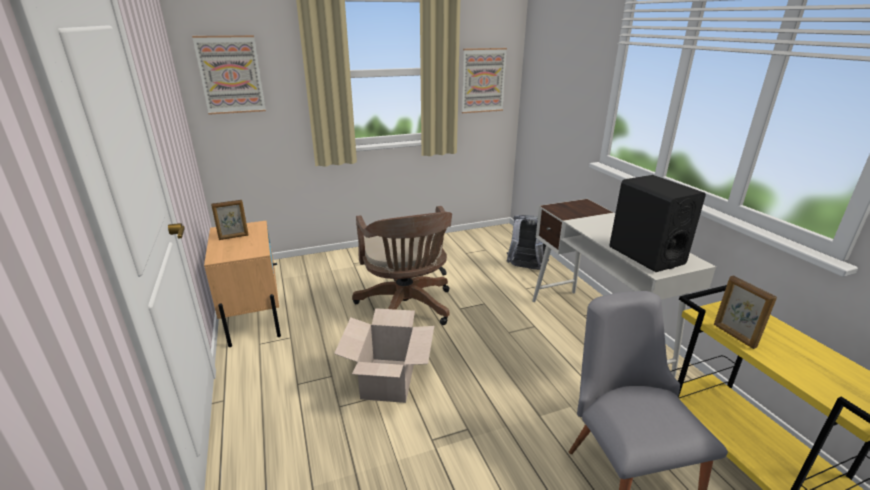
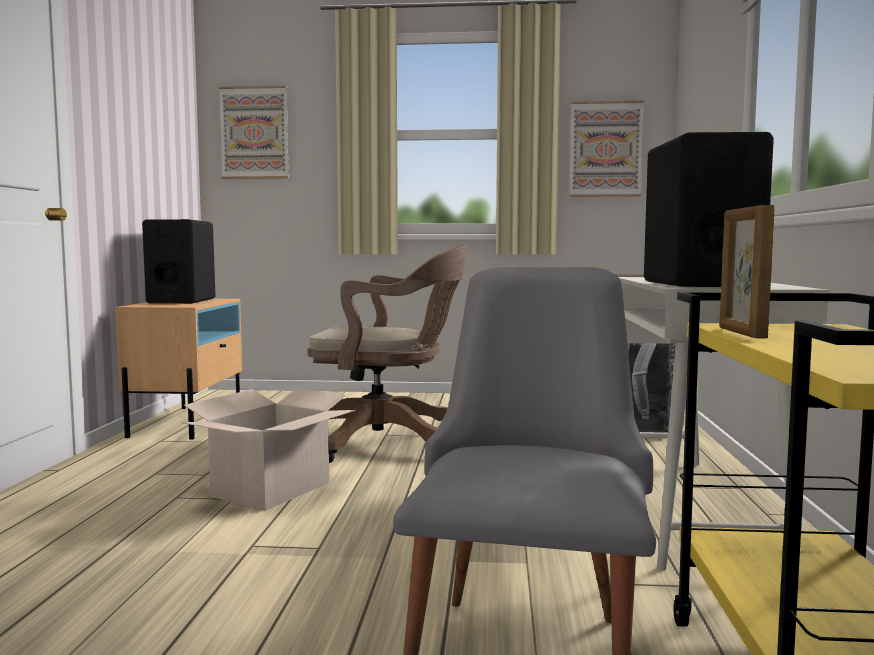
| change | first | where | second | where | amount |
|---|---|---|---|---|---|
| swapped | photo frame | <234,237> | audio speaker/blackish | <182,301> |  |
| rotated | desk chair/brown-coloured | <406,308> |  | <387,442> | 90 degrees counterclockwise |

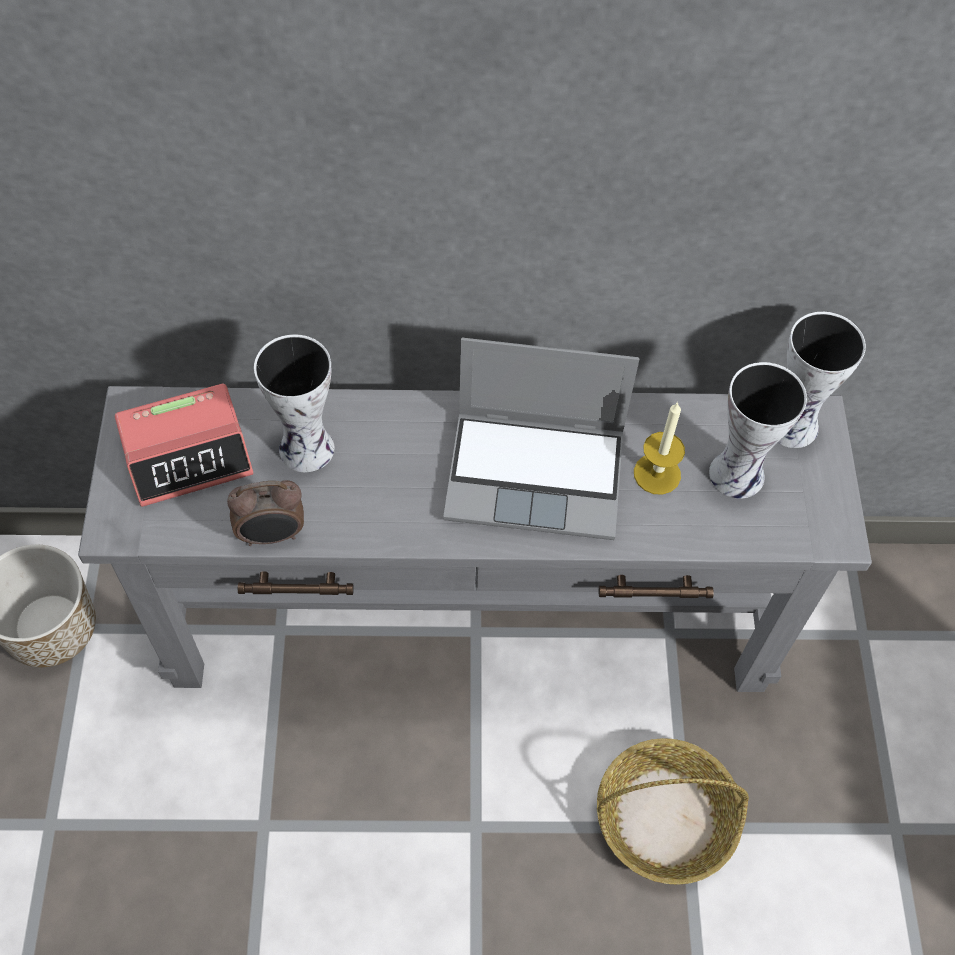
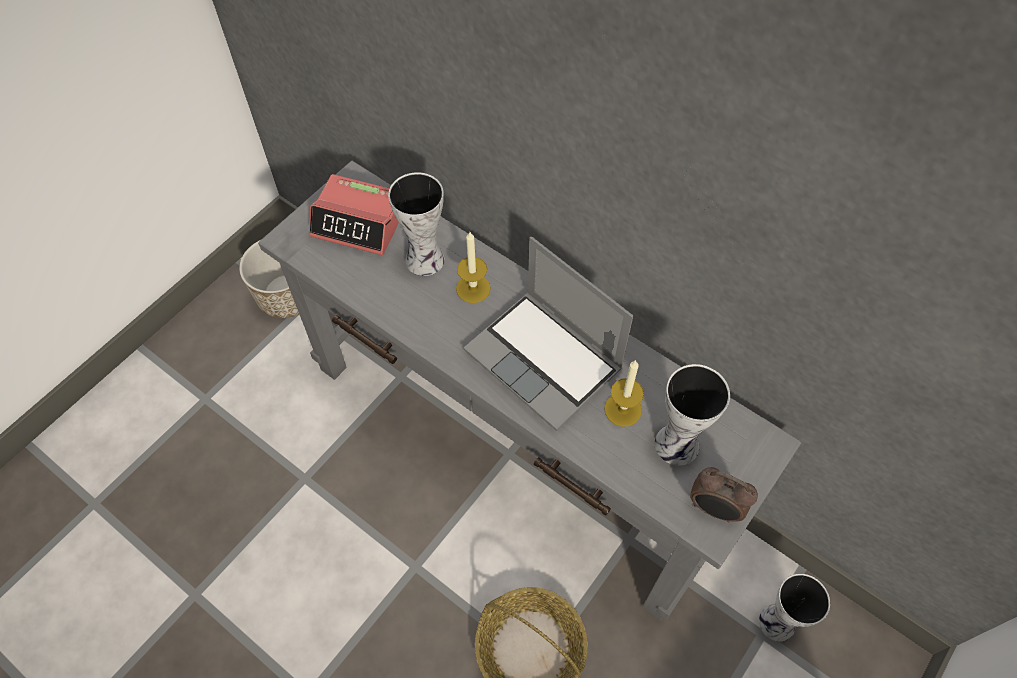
| change | first | where | second | where | amount |
|---|---|---|---|---|---|
| shifted | flower vase | <794,426> |  | <778,624> |  |
| shifted | bedside clock | <272,535> |  | <714,509> |  |
| new |  |  | wax light | <473,288> |  |

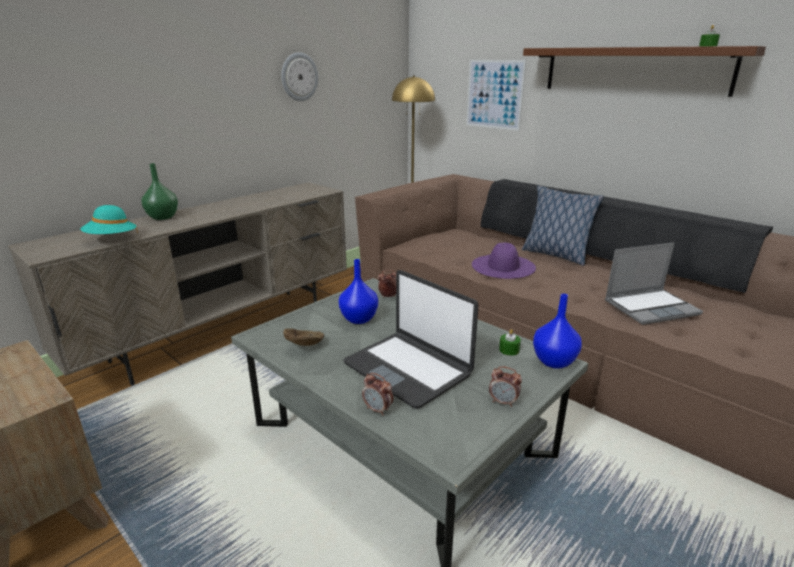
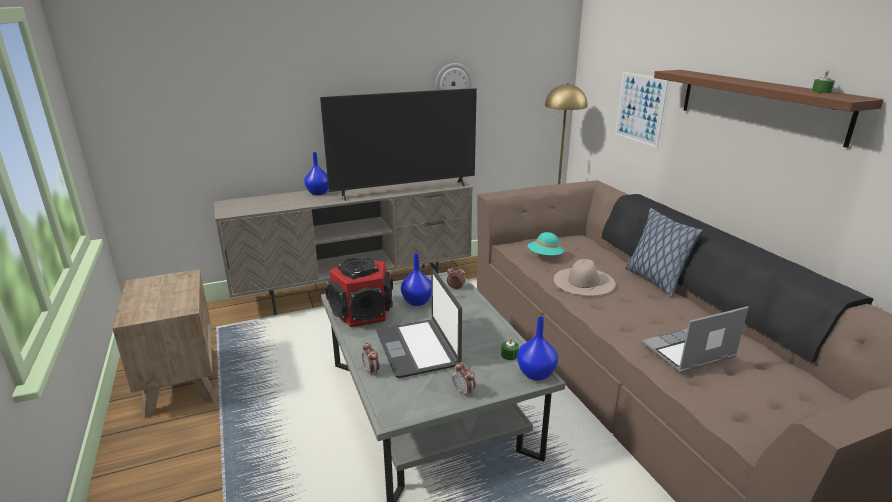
| change | first | where | second | where | amount |
|---|---|---|---|---|---|
| repainted | flower vase/green-coloured | <162,217> | flower vase/blue | <318,193> |  |
| shifted | hat/blue-green | <111,239> |  | <544,256> |  |
| rotated | notebook computer | <651,307> |  | <688,352> | 150 degrees clockwise |
| repainted | hat/purplish | <503,266> | hat/beige-coloured | <584,281> |  |
| swapped | serving bowl/brown-coloured | <306,345> | audio speaker | <363,313> |  |
| new |  |  | TV set | <404,190> |  |

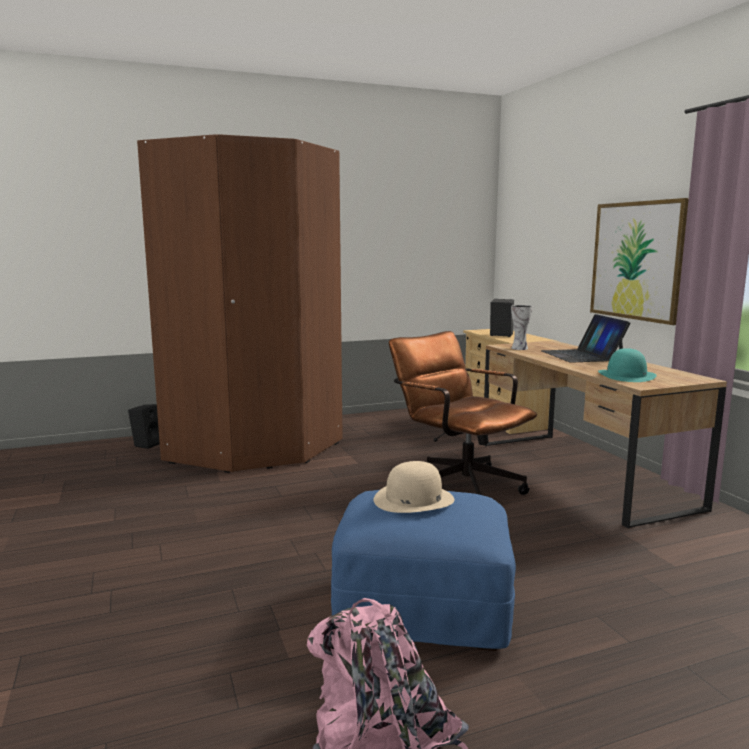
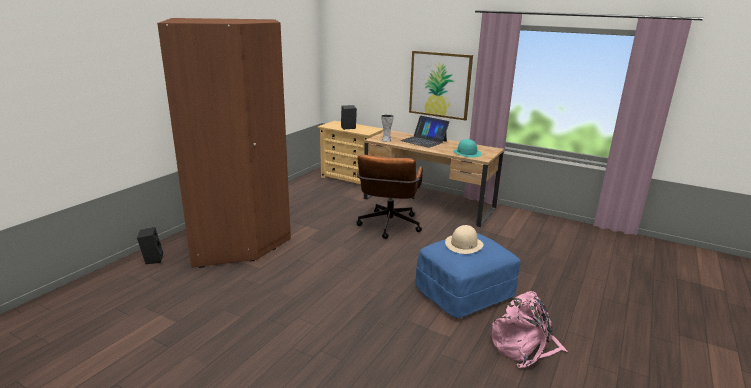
| change | first | where | second | where | amount |
|---|---|---|---|---|---|
| rotated | desk chair/brown-coloured | <458,485> |  | <388,227> | 90 degrees counterclockwise |

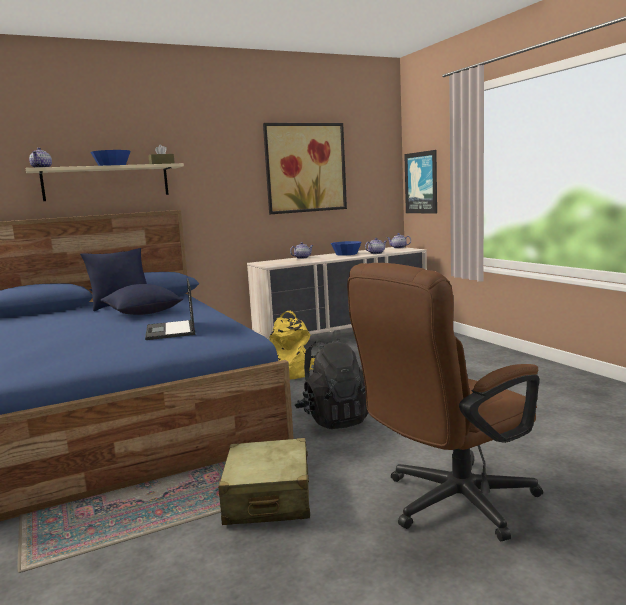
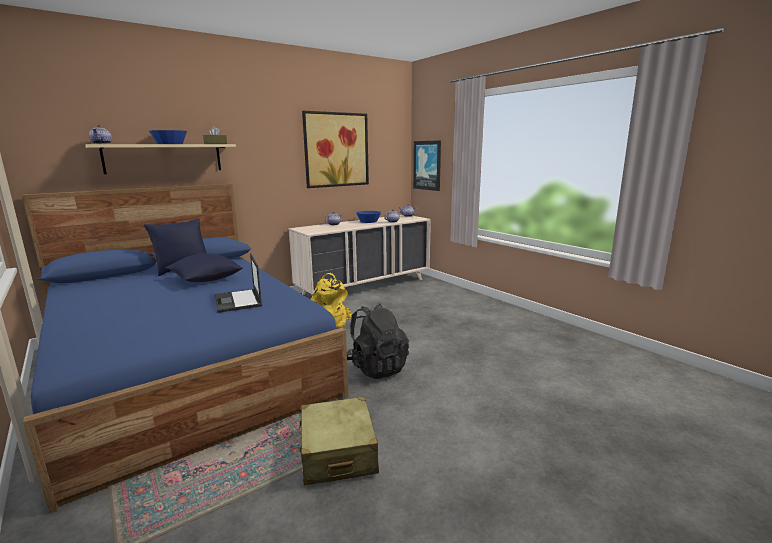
| change | first | where | second | where | amount |
|---|---|---|---|---|---|
| gone | desk chair/brown-coloured | <448,504> |  |  |  |

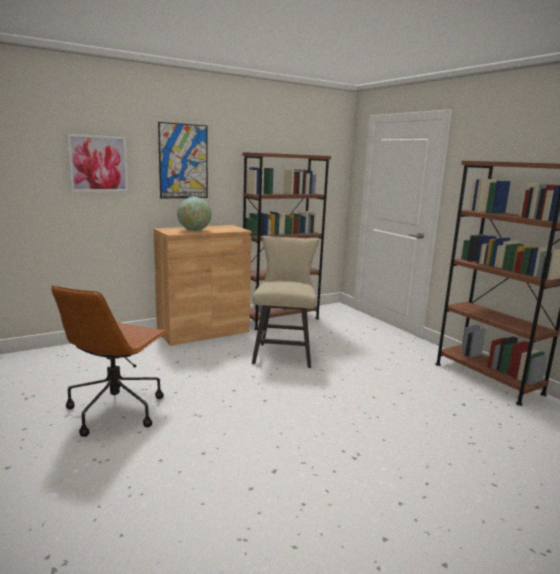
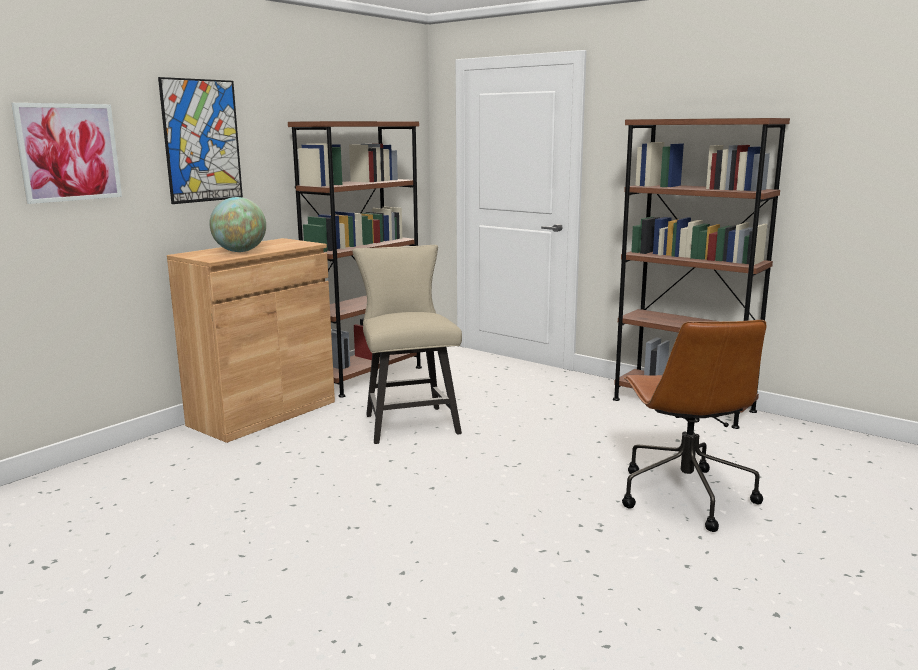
| change | first | where | second | where | amount |
|---|---|---|---|---|---|
| shifted | desk chair/brown-coloured | <116,409> |  | <684,495> |  |

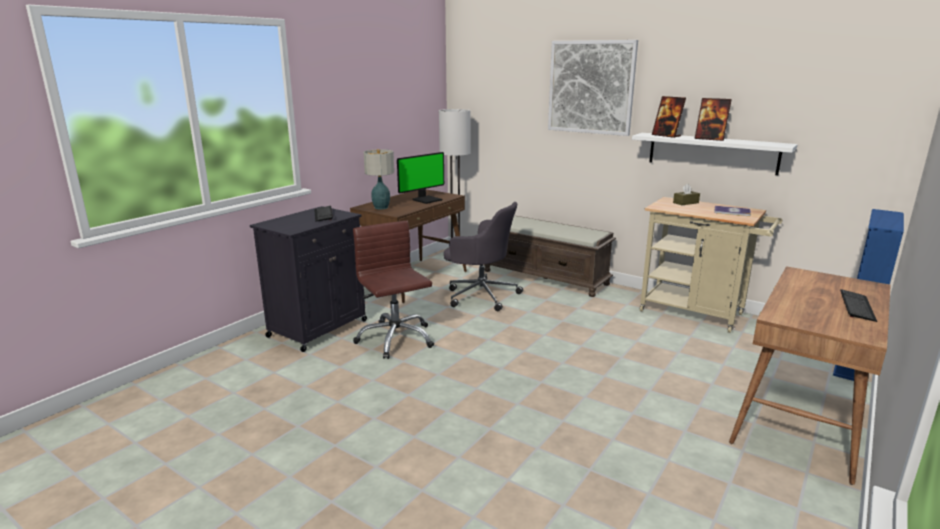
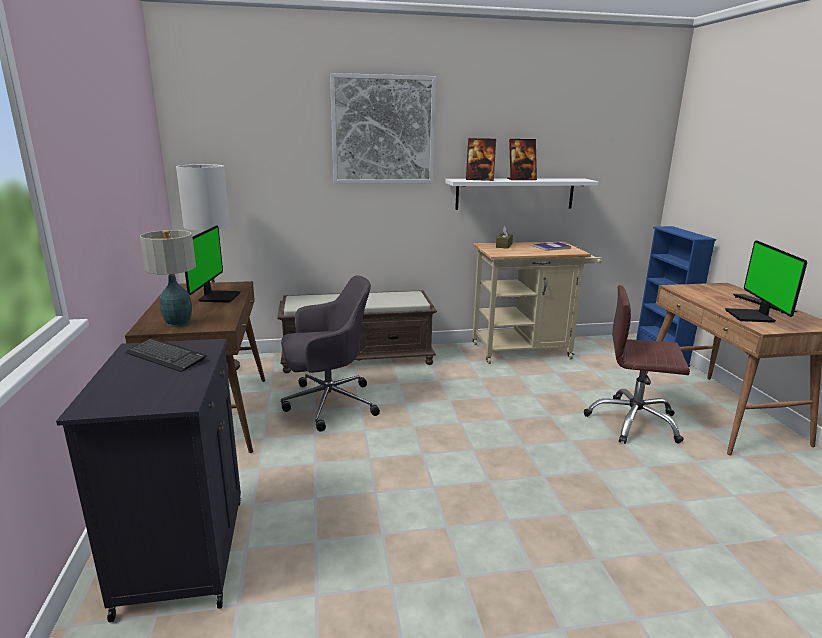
| change | first | where | second | where | amount |
|---|---|---|---|---|---|
| shifted | desk chair/brown-coloured | <395,339> |  | <633,422> |  |
| new |  |  | computer screen | <752,316> |  |

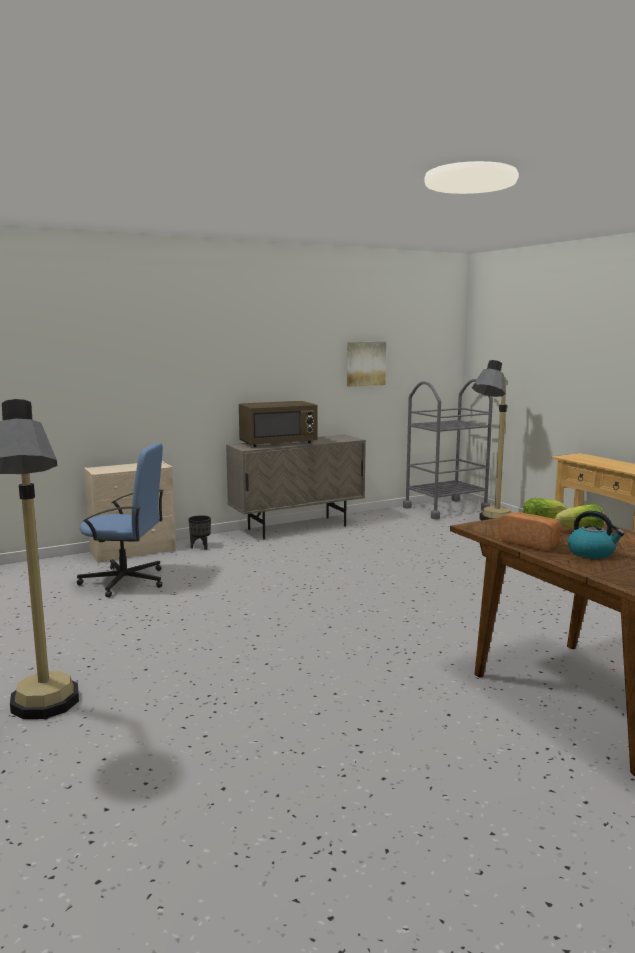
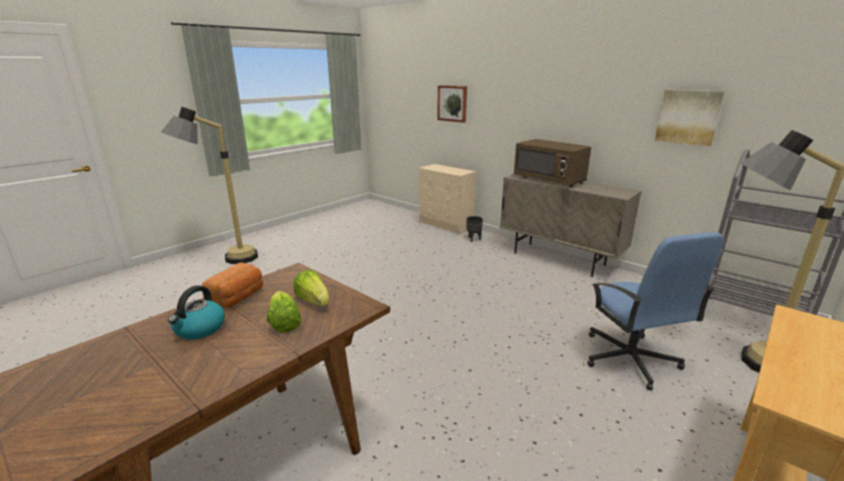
| change | first | where | second | where | amount |
|---|---|---|---|---|---|
| shifted | desk chair/blue | <125,581> |  | <630,359> |  |
| new |  |  | wall picture | <452,103> |  |

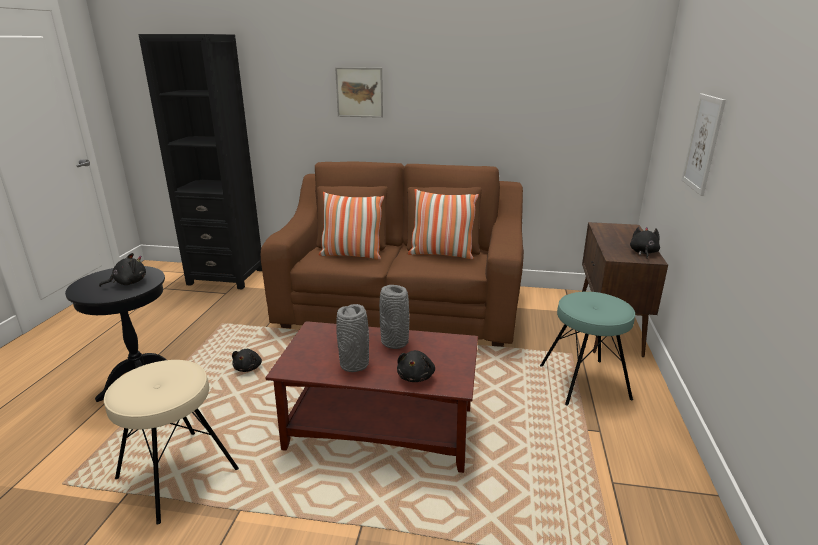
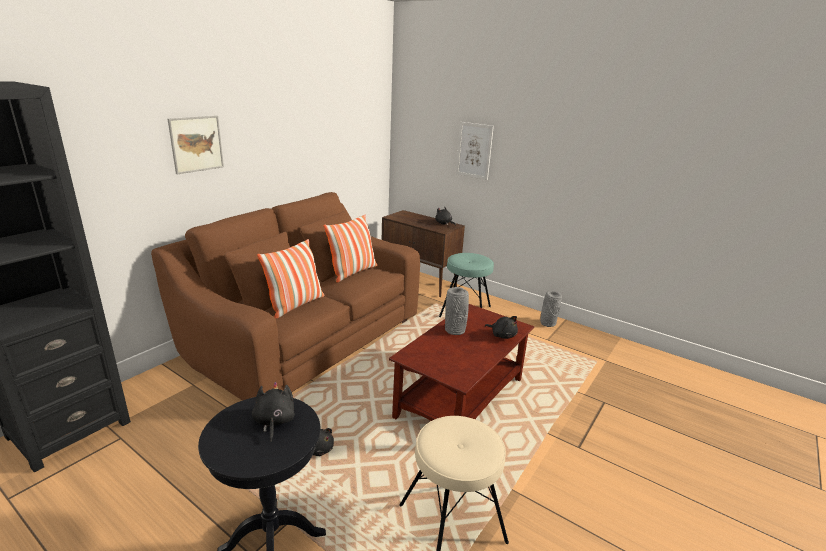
| change | first | where | second | where | amount |
|---|---|---|---|---|---|
| shifted | flower vase/gray | <354,364> |  | <547,323> |  |

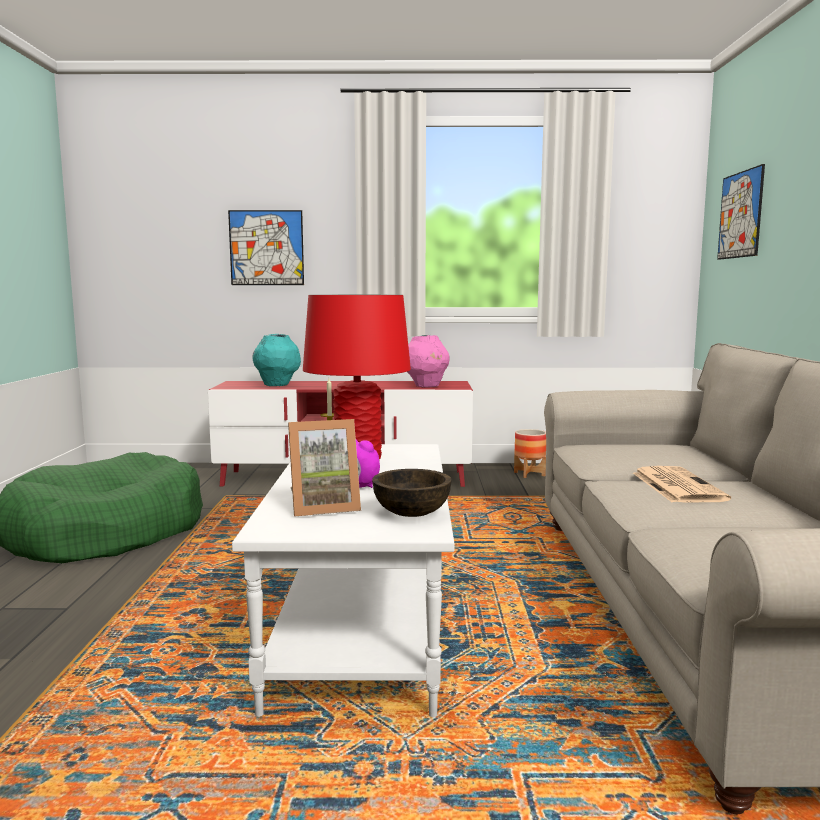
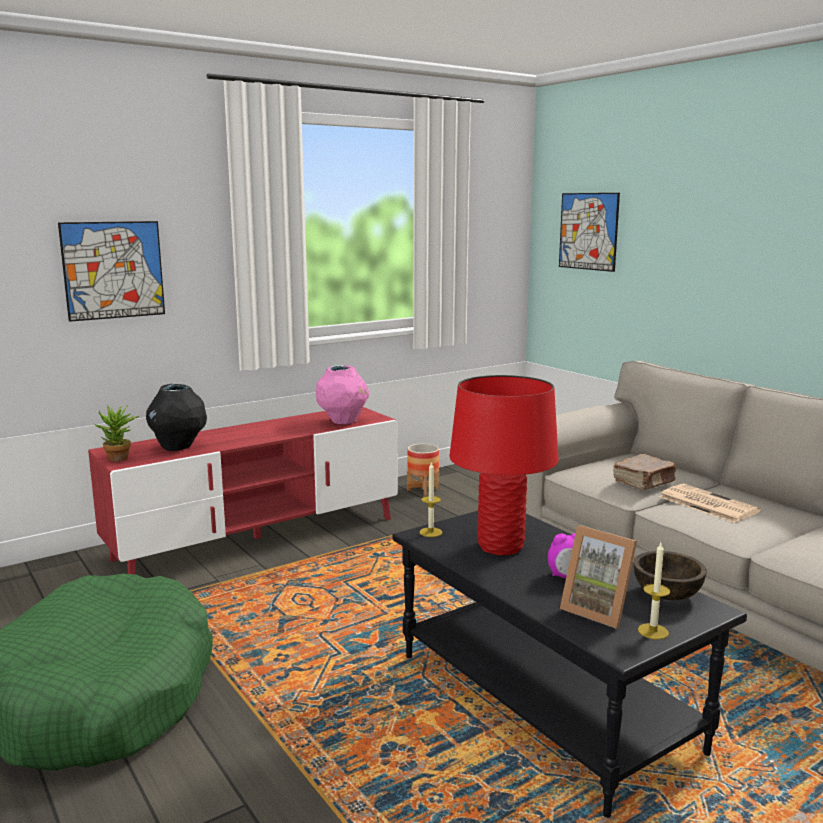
| change | first | where | second | where | amount |
|---|---|---|---|---|---|
| repainted | flower vase/blue-green | <277,385> | flower vase/blackish | <178,447> |  |
| rotated | photo frame | <323,507> |  | <598,610> | 90 degrees clockwise |
| repainted | lounge table/whitish | <363,628> | lounge table/blackish | <546,702> |  |
| new |  |  | houseplant | <119,459> |  |
| new |  |  | volume/brown-coloured | <644,482> |  |
| new |  |  | wax light | <653,631> |  |

